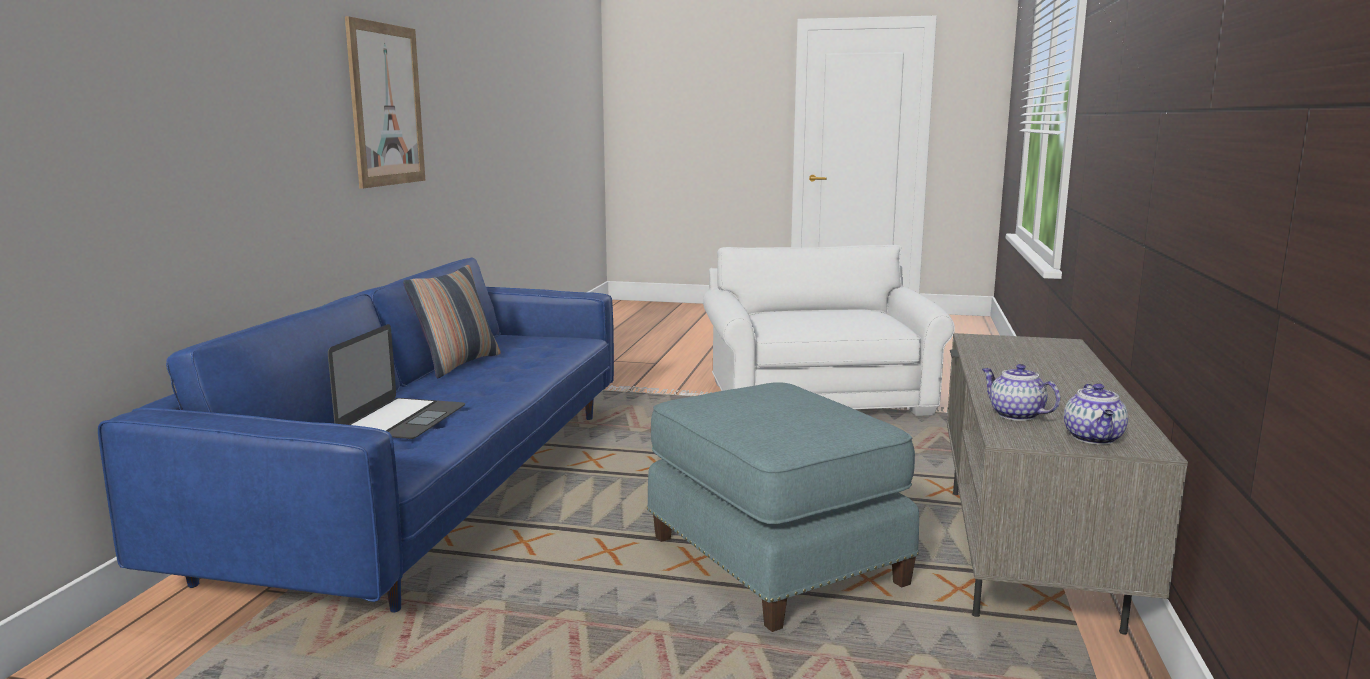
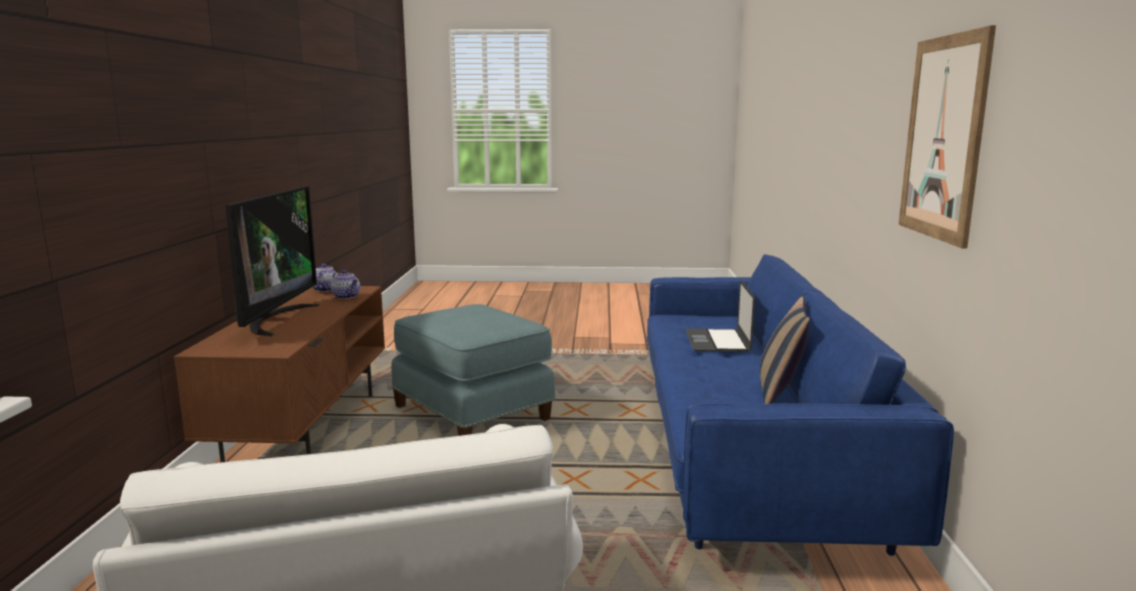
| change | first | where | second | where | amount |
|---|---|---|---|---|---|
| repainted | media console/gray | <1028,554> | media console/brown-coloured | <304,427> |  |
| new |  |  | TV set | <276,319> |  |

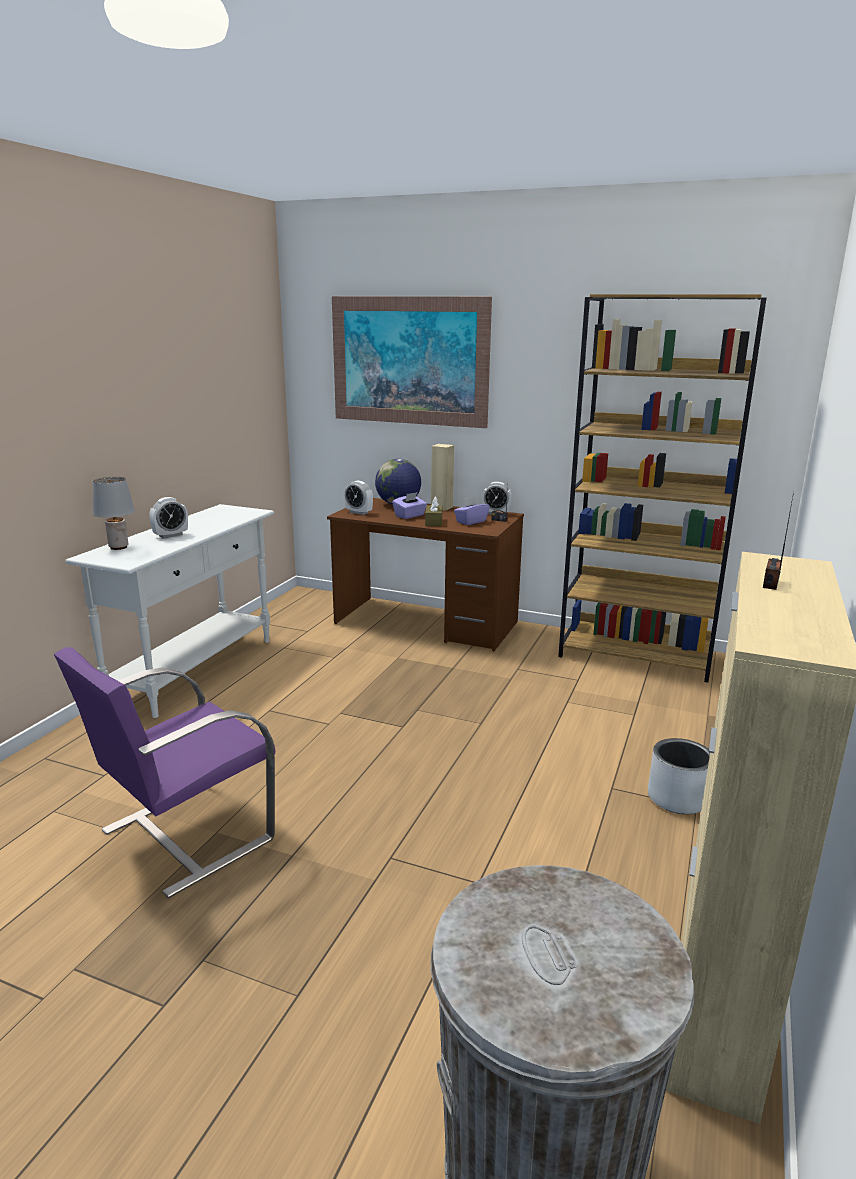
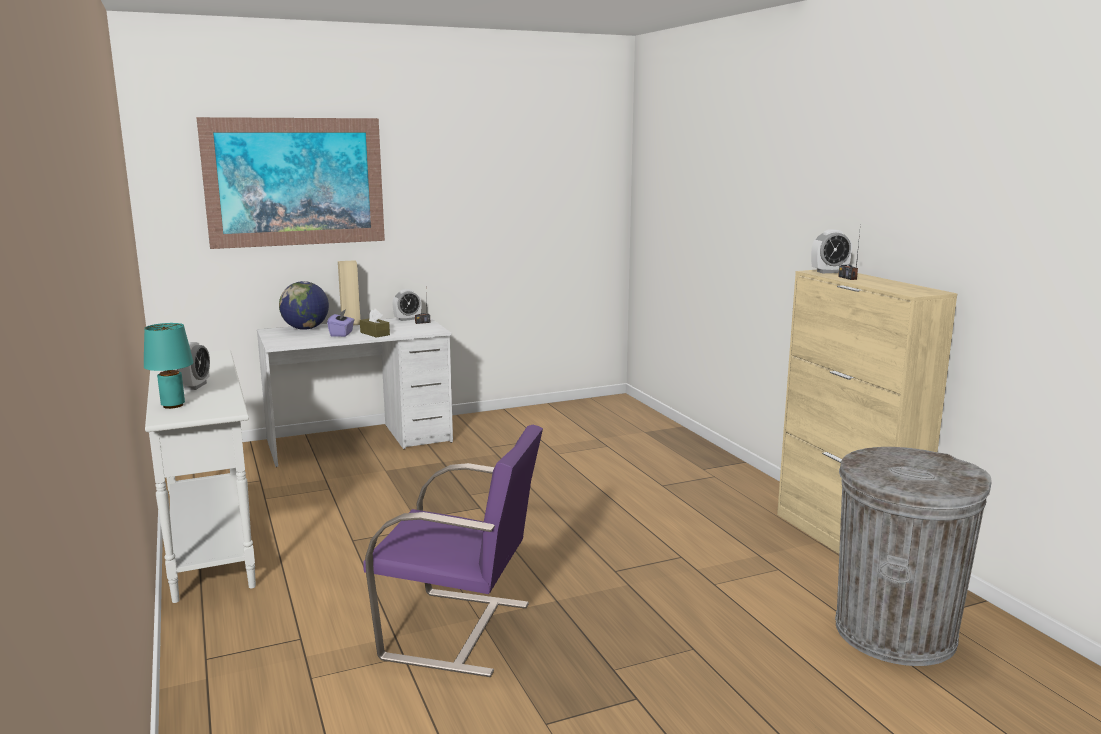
| change | first | where | second | where | amount |
|---|---|---|---|---|---|
| gone | shelving unit/brown-coloured | <637,654> |  |  |  |
| repainted | table lamp/gray | <119,547> | table lamp/blue-green | <173,405> |  |
| shifted | bedside clock | <359,512> |  | <829,272> |  |
| gone | box of tissues/purplish | <471,522> |  |  |  |
| repainted | desk unit/brown-coloured | <426,623> | desk unit/whitish | <360,441> |  |
| rotated | plain chair/purplish | <184,836> |  | <460,631> | 75 degrees counterclockwise |
| gone | flower pot/gray | <677,798> |  |  |  |

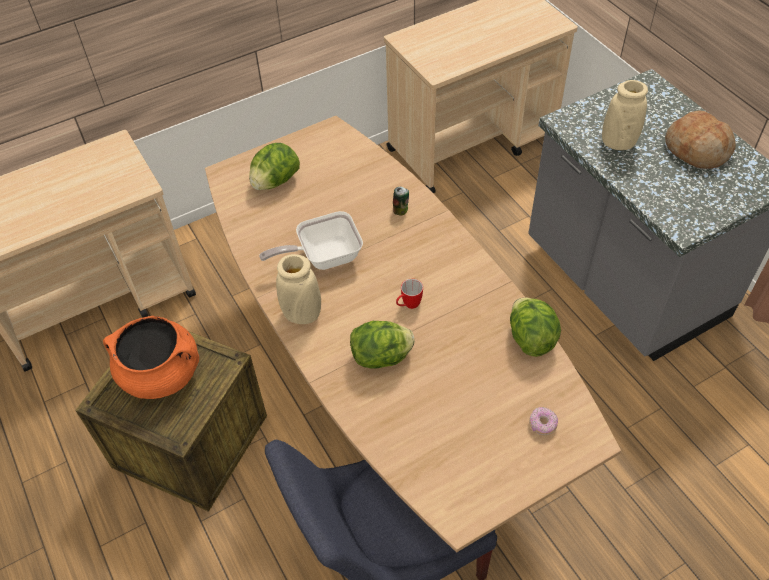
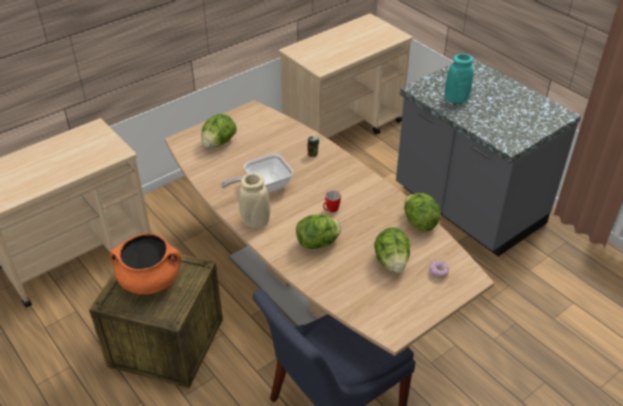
| change | first | where | second | where | amount |
|---|---|---|---|---|---|
| repainted | flower vase/beige-coloured | <618,143> | flower vase/blue-green | <456,99> |  |
| gone | bakery bread | <697,149> |  |  |  |
| new |  |  | lettuce | <391,262> |  |

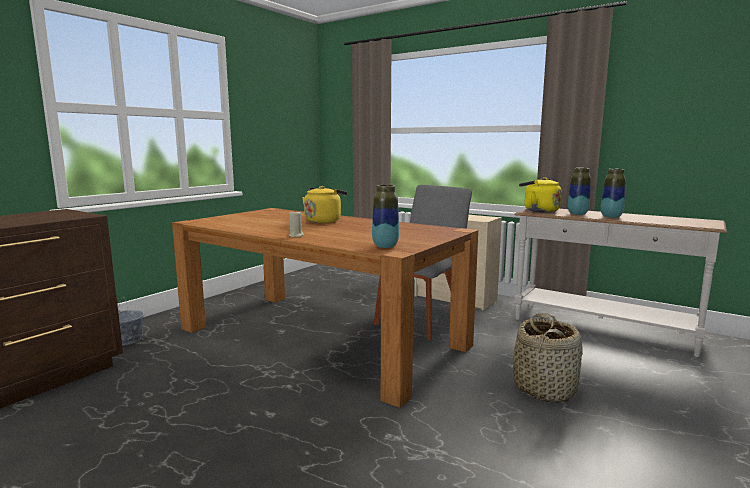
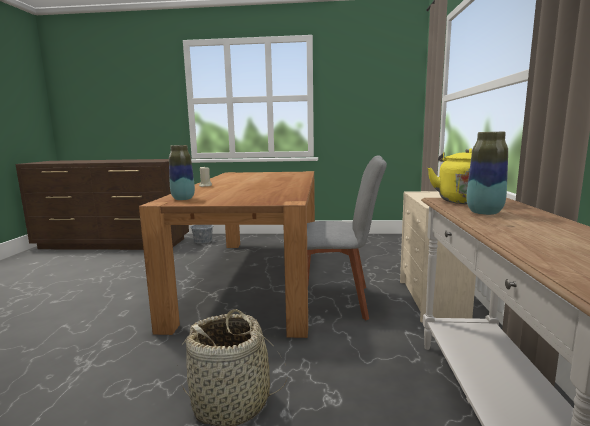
| change | first | where | second | where | amount |
|---|---|---|---|---|---|
| gone | flower vase | <611,217> |  |  |  |
| gone | tea kettle/yellowish | <324,221> |  |  |  |

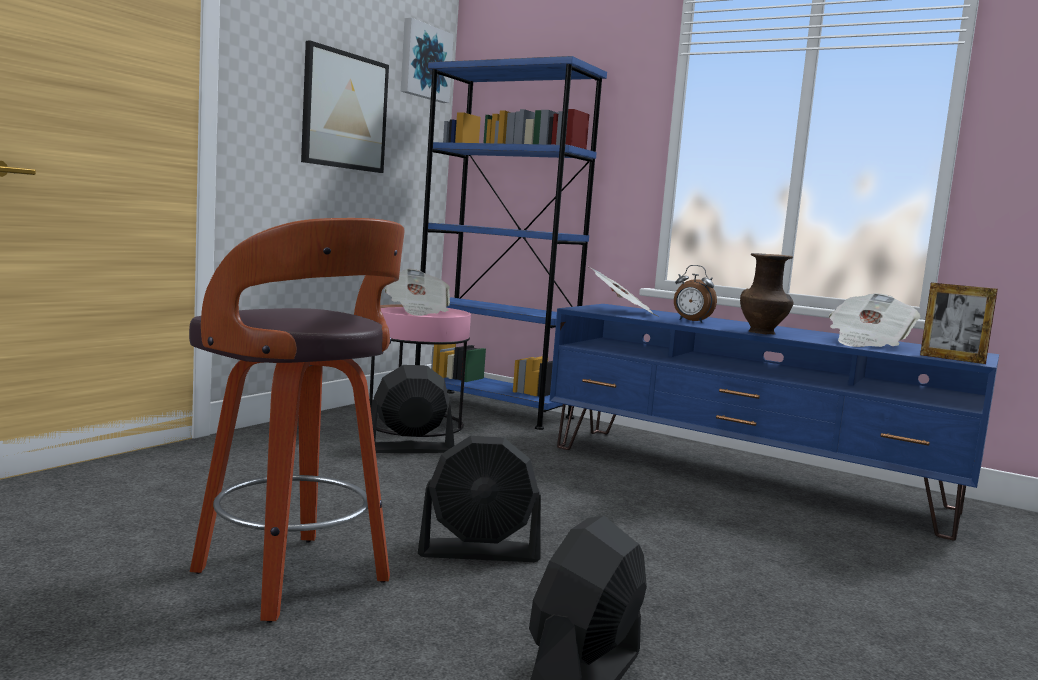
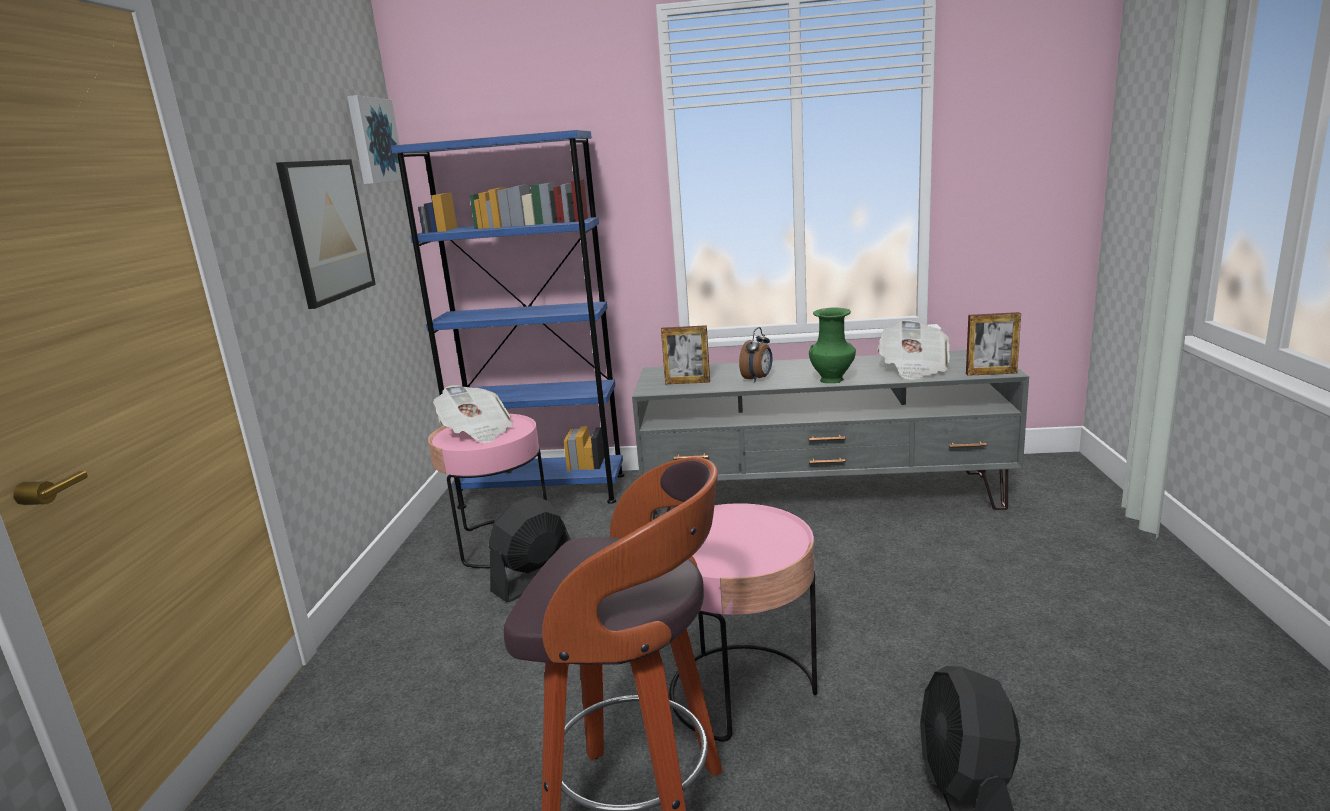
| change | first | where | second | where | amount |
|---|---|---|---|---|---|
| repainted | flower vase/brown-coloured | <763,333> | flower vase/green-coloured | <833,380> |  |
| rotated | bedside clock | <691,321> |  | <758,379> | 60 degrees counterclockwise |
| swapped | daily paper | <622,312> | photo frame | <687,382> |  |
| repainted | media console/blue | <747,477> | media console/gray | <823,497> |  |
| swapped | cooling fan/blackish | <479,552> | accent table/pink-coloured | <742,691> |  |

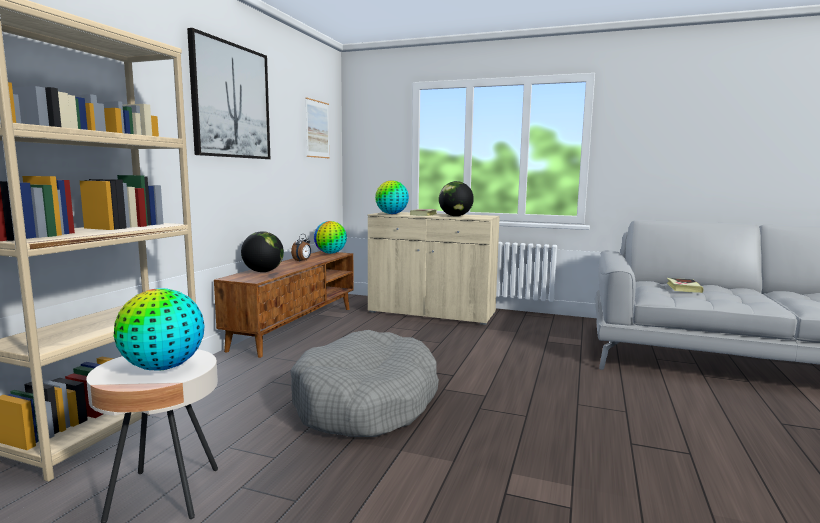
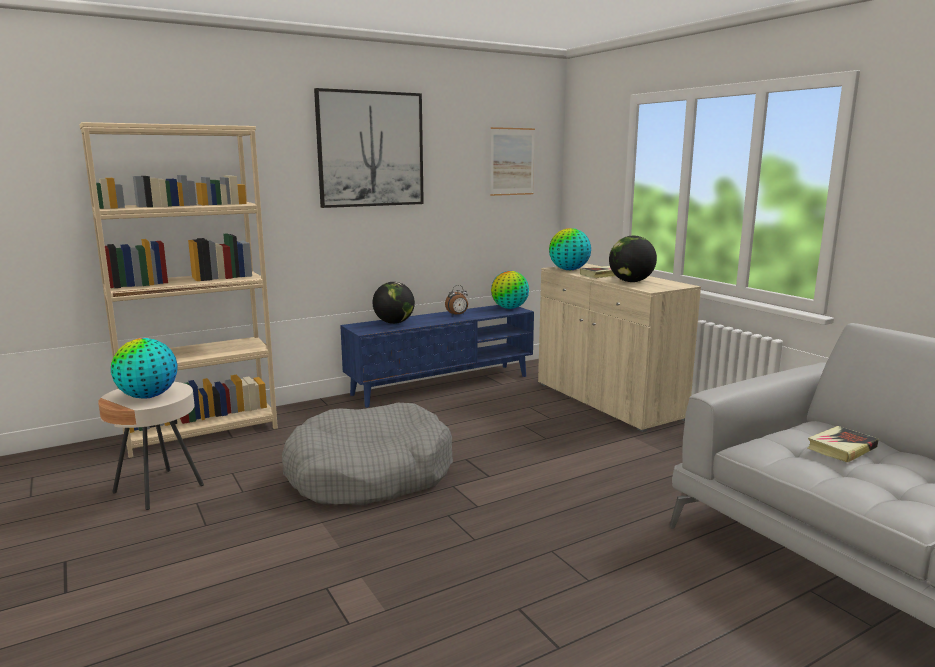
| change | first | where | second | where | amount |
|---|---|---|---|---|---|
| repainted | media console/brown-coloured | <295,327> | media console/blue | <442,384> |  |

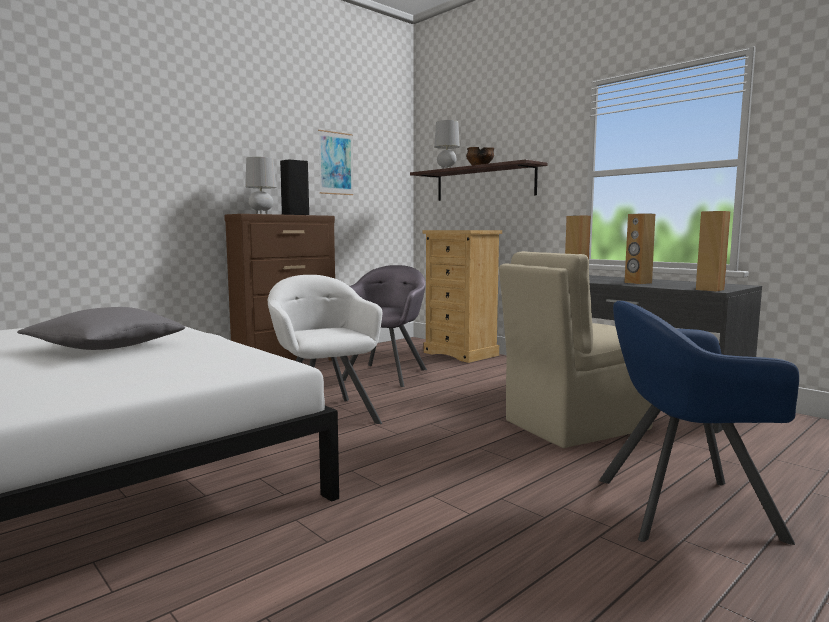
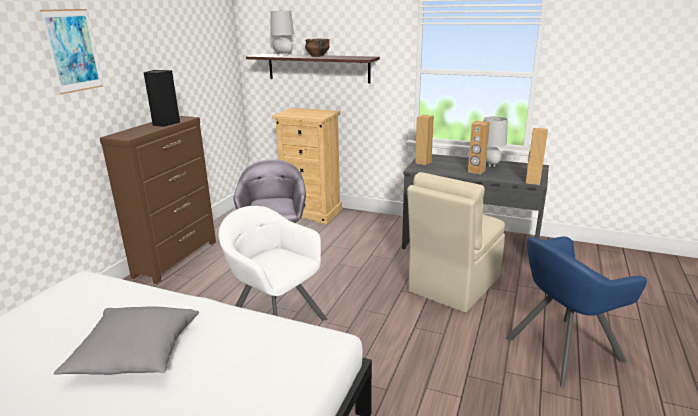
| change | first | where | second | where | amount |
|---|---|---|---|---|---|
| shifted | wall picture | <335,163> |  | <72,51> |  |
| shifted | table lamp/gray | <262,214> |  | <490,165> |  |

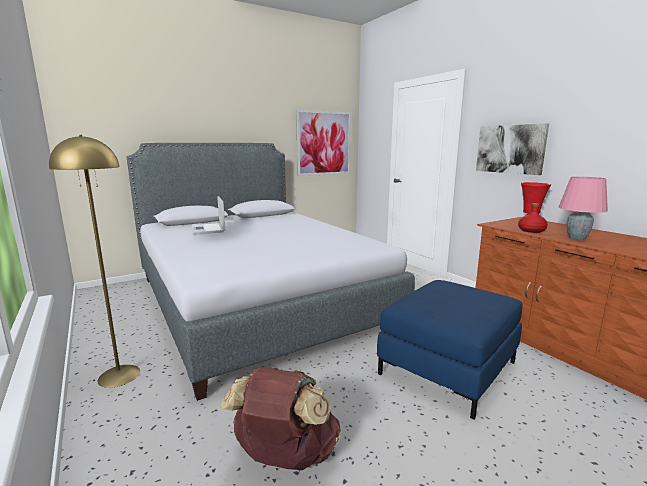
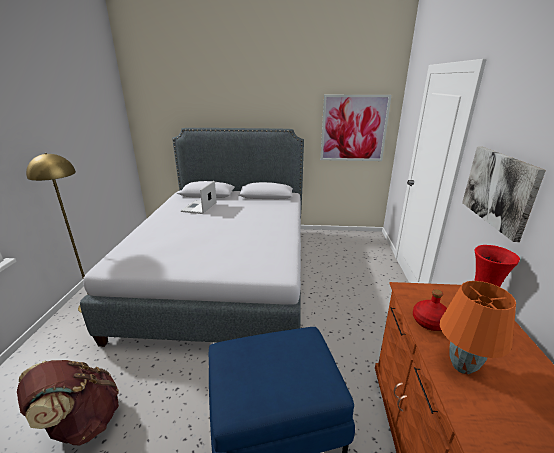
| change | first | where | second | where | amount |
|---|---|---|---|---|---|
| repainted | table lamp/pink-coloured | <576,238> | table lamp/orange-coloured | <461,366> |  |

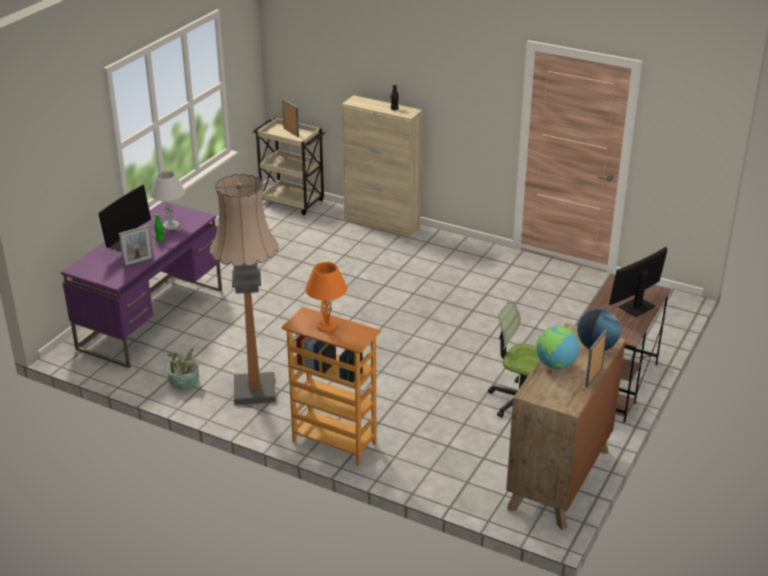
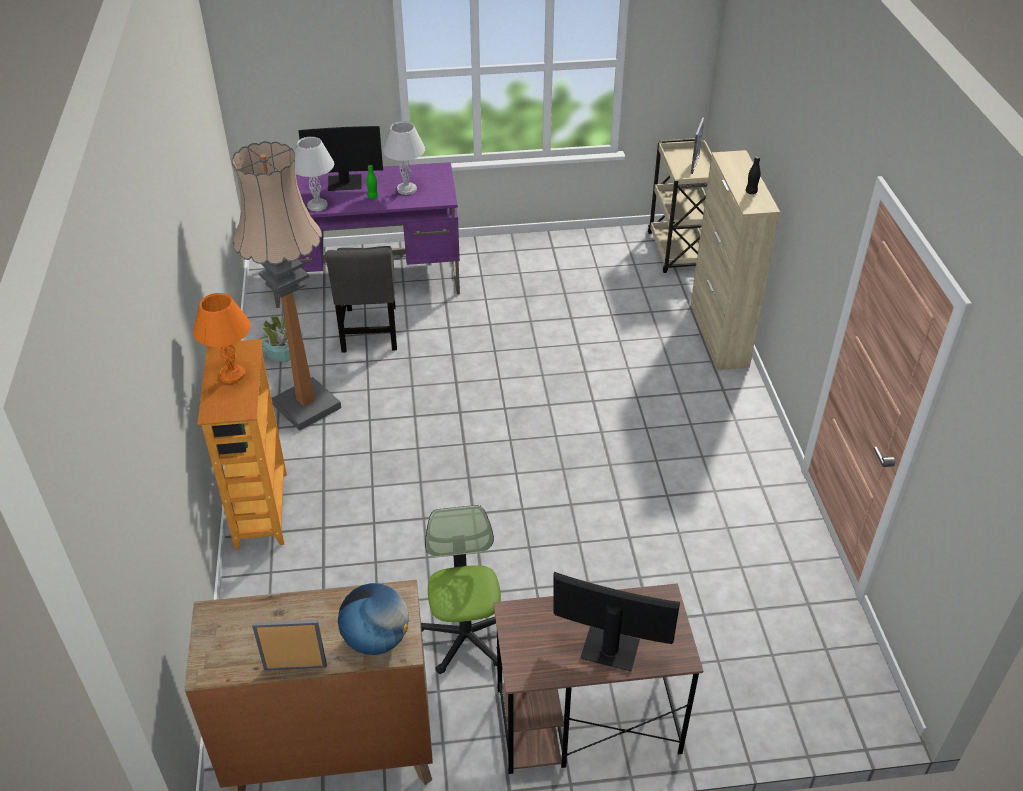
| change | first | where | second | where | amount |
|---|---|---|---|---|---|
| swapped | photo frame | <138,262> | table lamp/whitish | <318,206> |  |
| gone | world globe | <555,365> |  |  |  |
| new |  |  | plain chair/gray | <370,332> |  |

